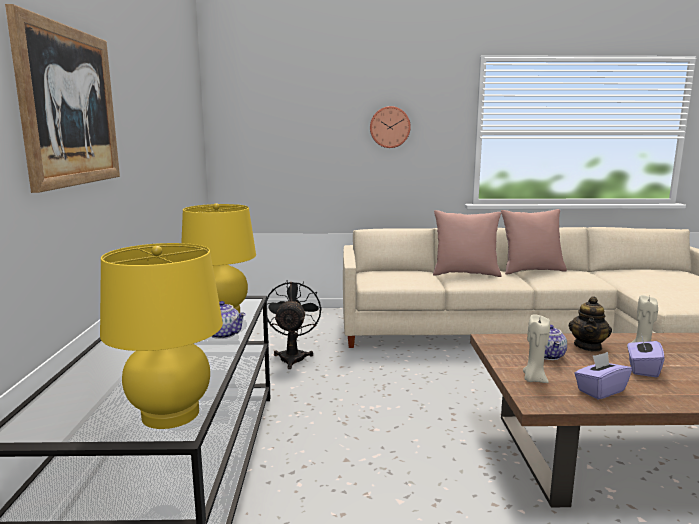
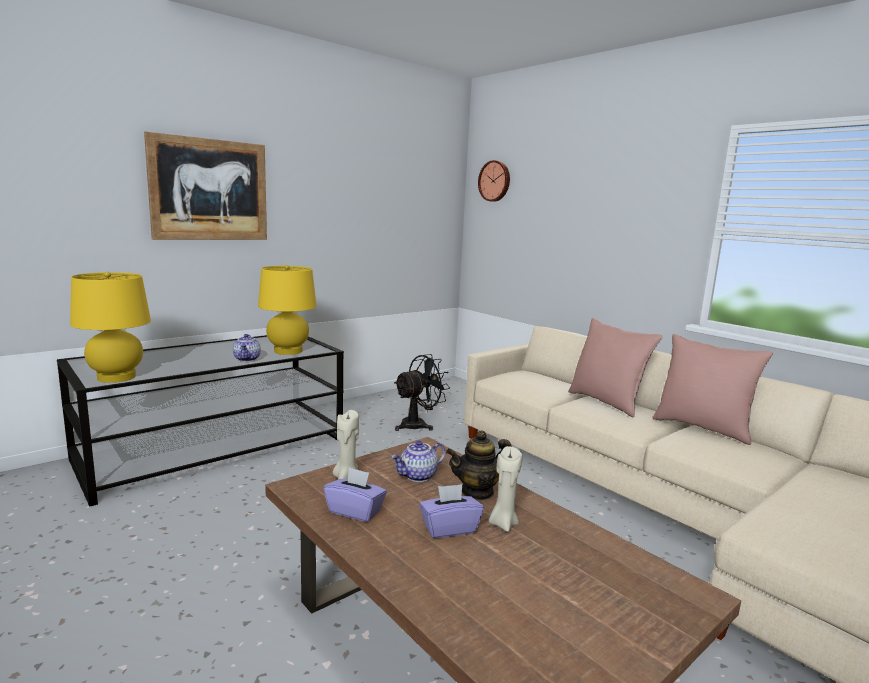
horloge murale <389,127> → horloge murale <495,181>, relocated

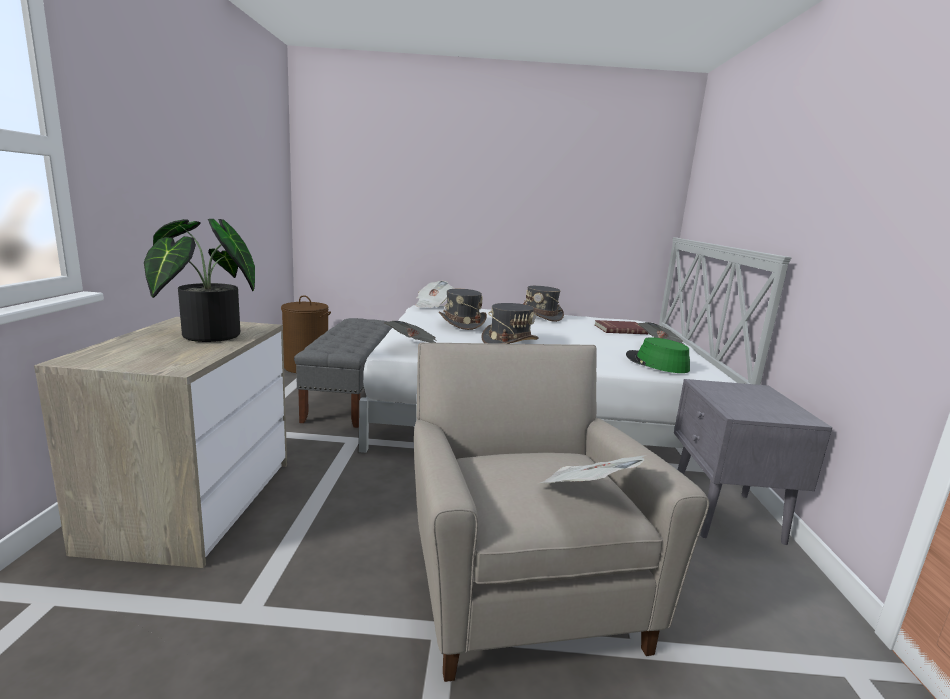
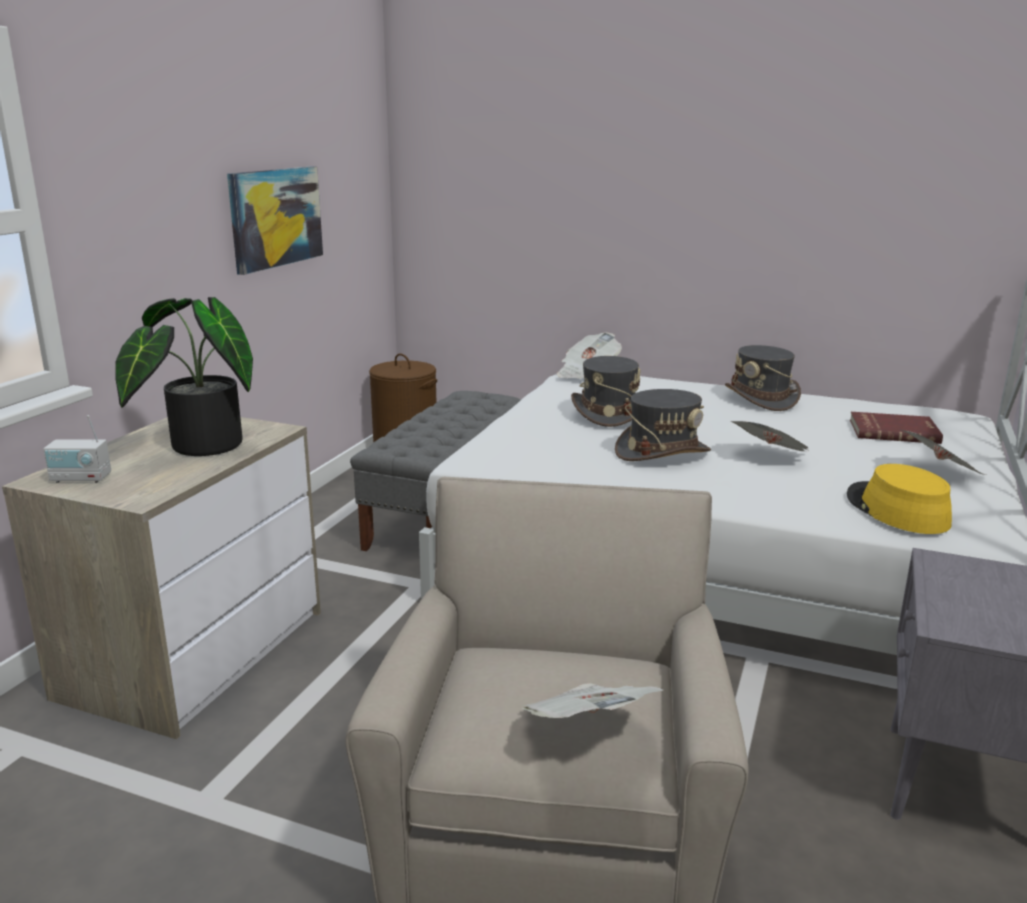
- → radio <81,478>
- → tableau <275,217>
journal <413,346> → journal <771,457>, relocated
chapeau/vert <656,363> → chapeau/jaune <896,510>

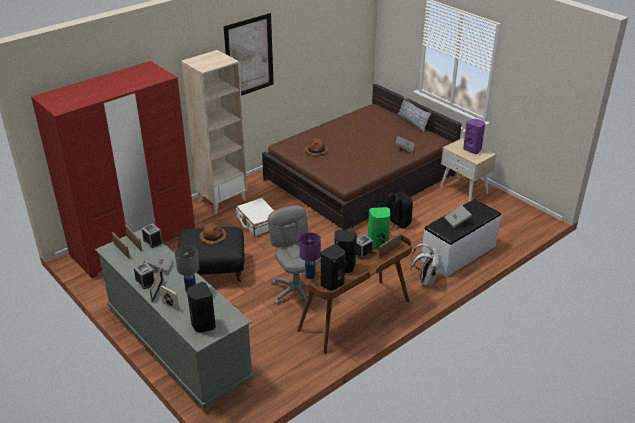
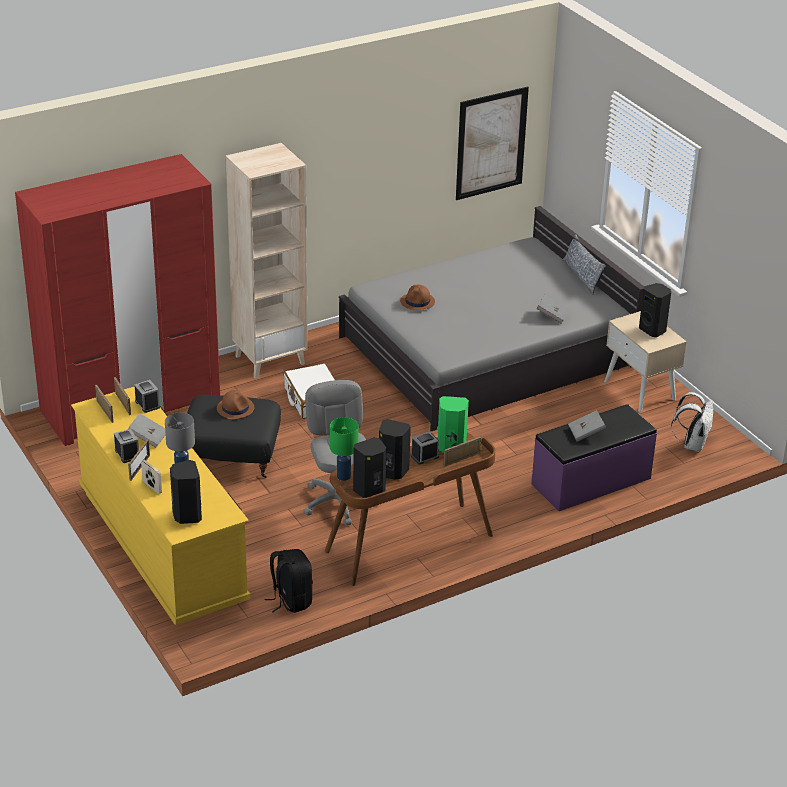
commode/gris <178,343> → commode/jaune <162,545>
sac à dos/noir <397,223> → sac à dos/noir <290,600>, relocated
lampe de table/violet <310,276> → lampe de table/vert <343,476>
lit/marron <360,177> → lit/gris <487,351>
tableau <249,56> → tableau <491,143>, relocated
banc/blanc <459,253> → banc/violet <591,482>
enceinte/violet <472,149> → enceinte/noir <653,330>
sac à dos/blanc <425,280> → sac à dos/blanc <692,444>, relocated

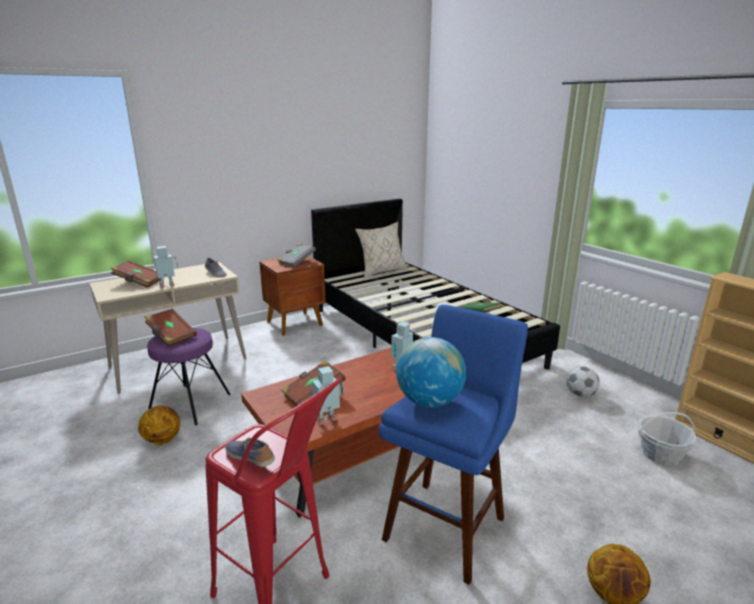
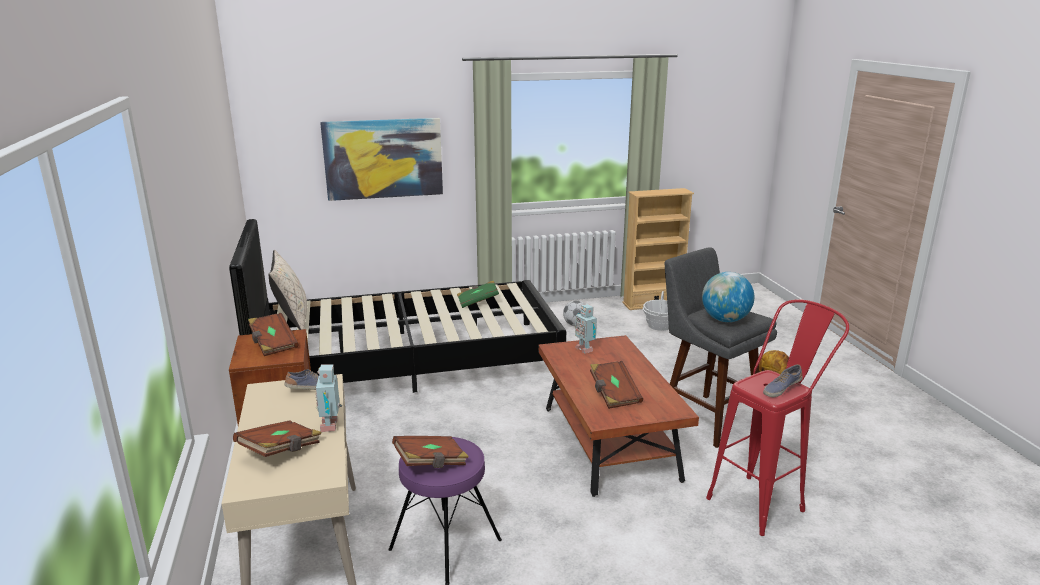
livre/gris <296,262> → livre/marron <273,344>
- → tableau <383,158>
tabouret/bleu <447,524> → tabouret/gris <706,417>
ballon de basket <162,440> → -
robot jouet <327,420> → -

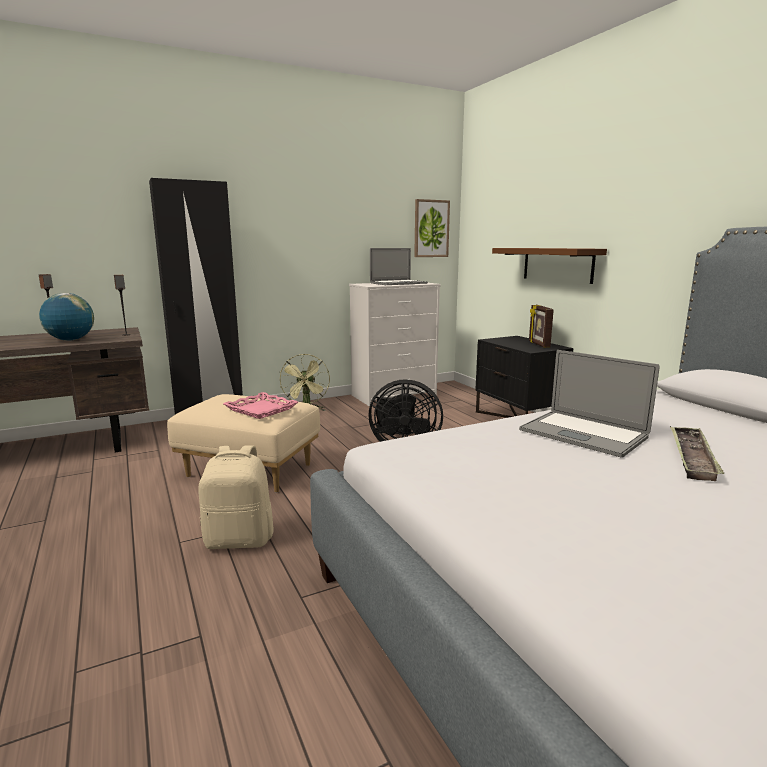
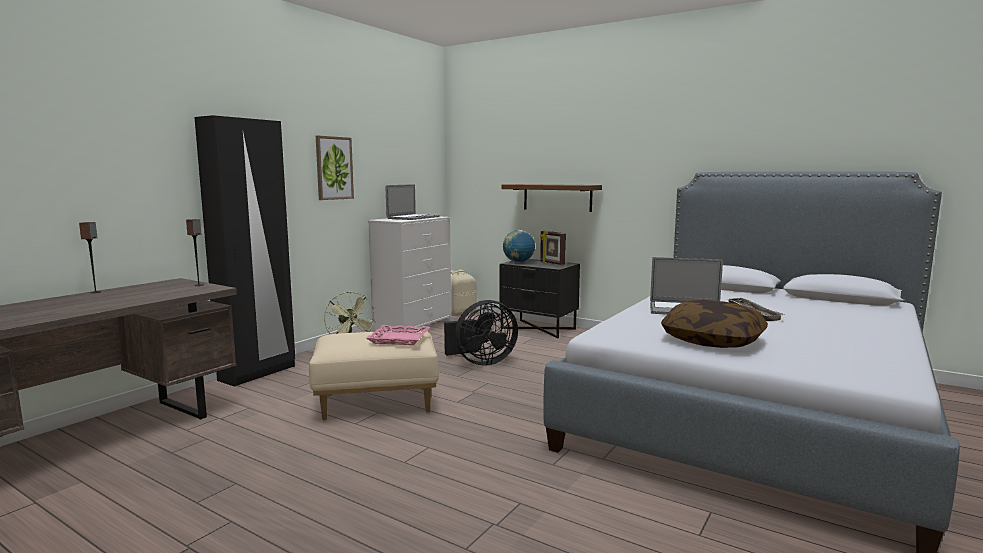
tableau <431,228> → tableau <334,168>, relocated
sac à dos/beige <239,539> → sac à dos/beige <460,313>, relocated
globe <71,340> → globe <518,262>, relocated
- → coussin <713,341>

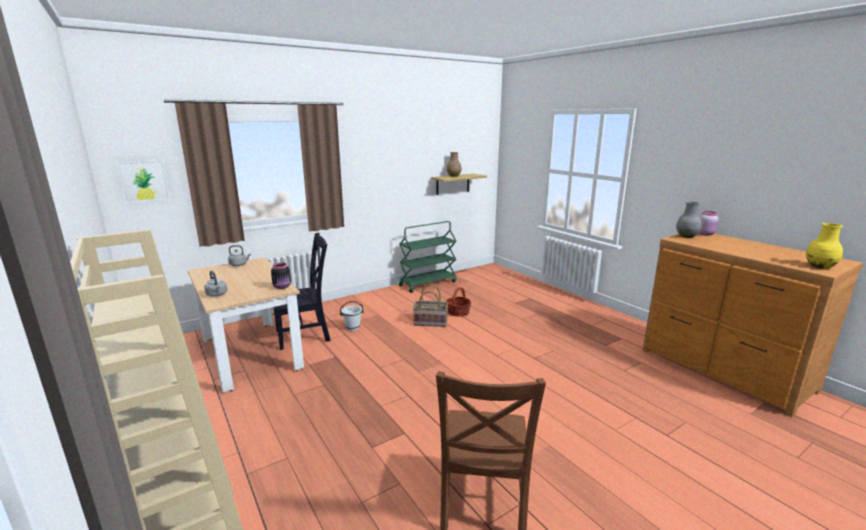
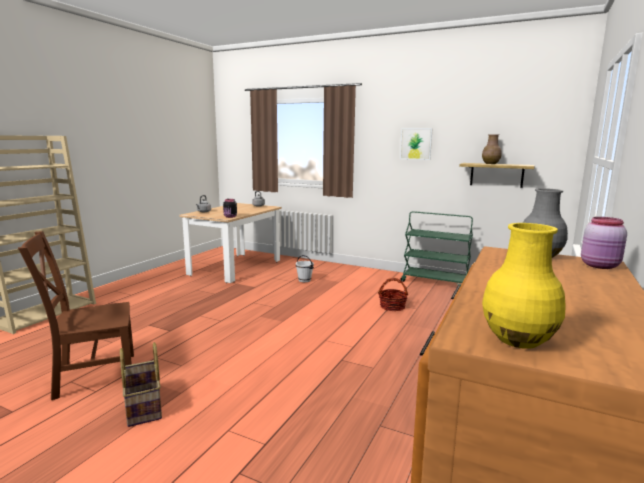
panier <430,322> → panier <144,406>, relocated
tableau <144,181> → tableau <416,144>, relocated
chaise/noir <305,335> → -

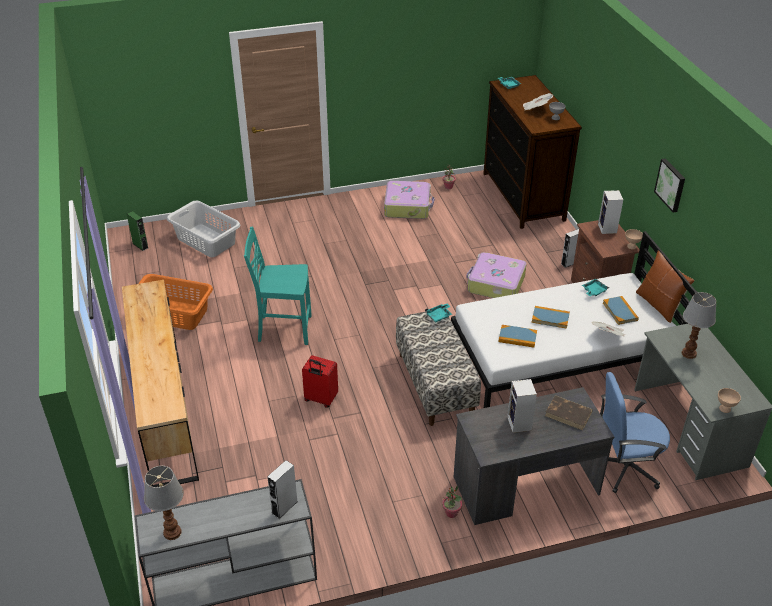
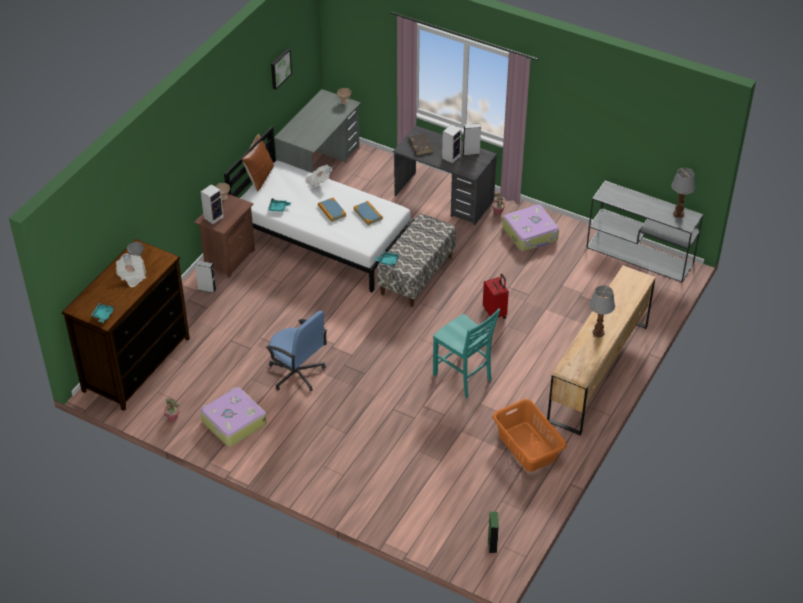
chaise de bureau/bleu <624,466> → chaise de bureau/bleu <297,374>, relocated
tableau <671,185> → tableau <280,68>, relocated
enceinte/gris <284,507> → enceinte/gris <471,152>, relocated
valise <495,284> → valise <530,234>, relocated
lampe de table <688,354> → lampe de table <598,332>, relocated
panier à linge/gris <206,240> → -
livre <620,311> → -

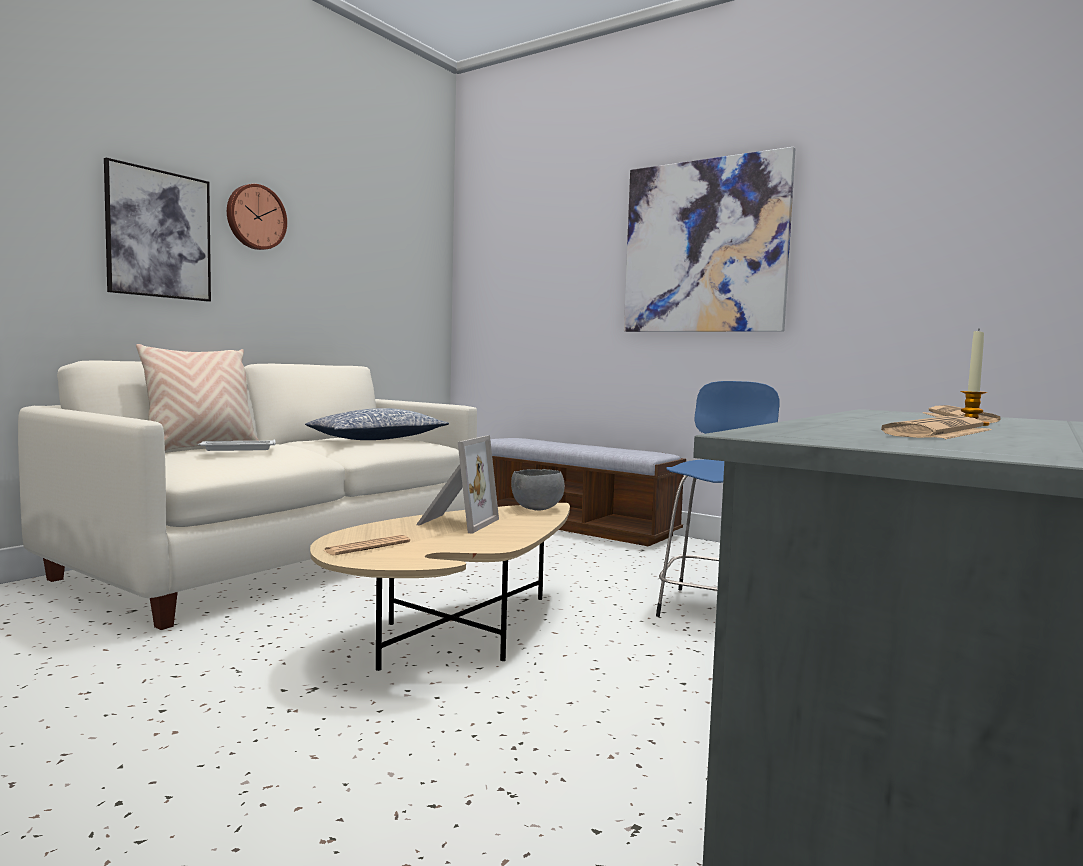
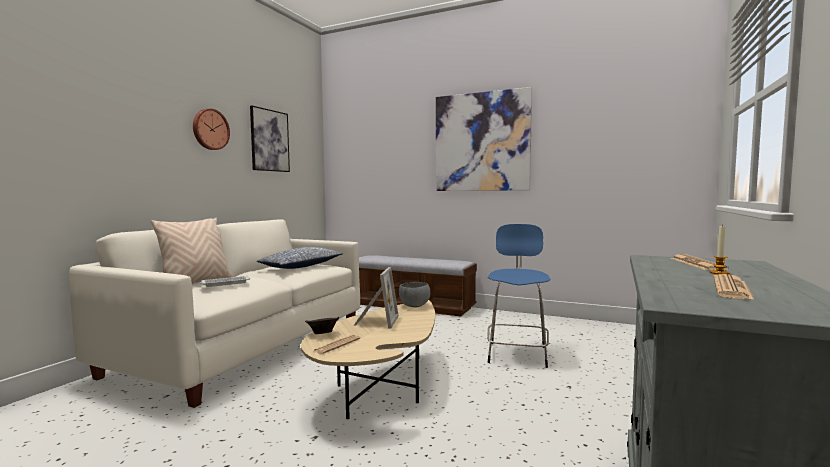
tableau <159,234> → tableau <269,140>, relocated
- → bol/marron <322,334>

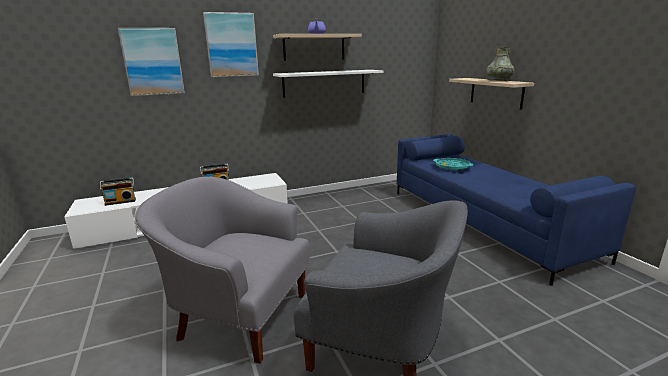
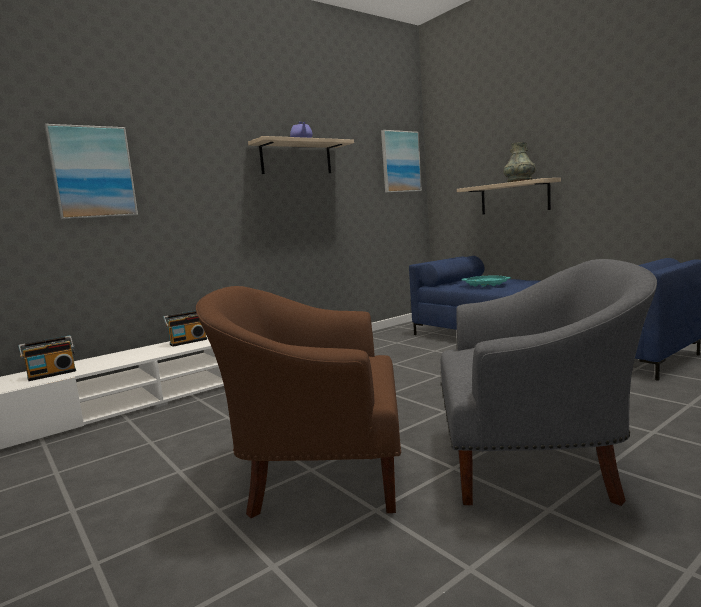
fauteuil/gris <239,315> → fauteuil/marron <318,474>
tableau <231,45> → tableau <400,162>, relocated
étagère/blanc <324,83> → -

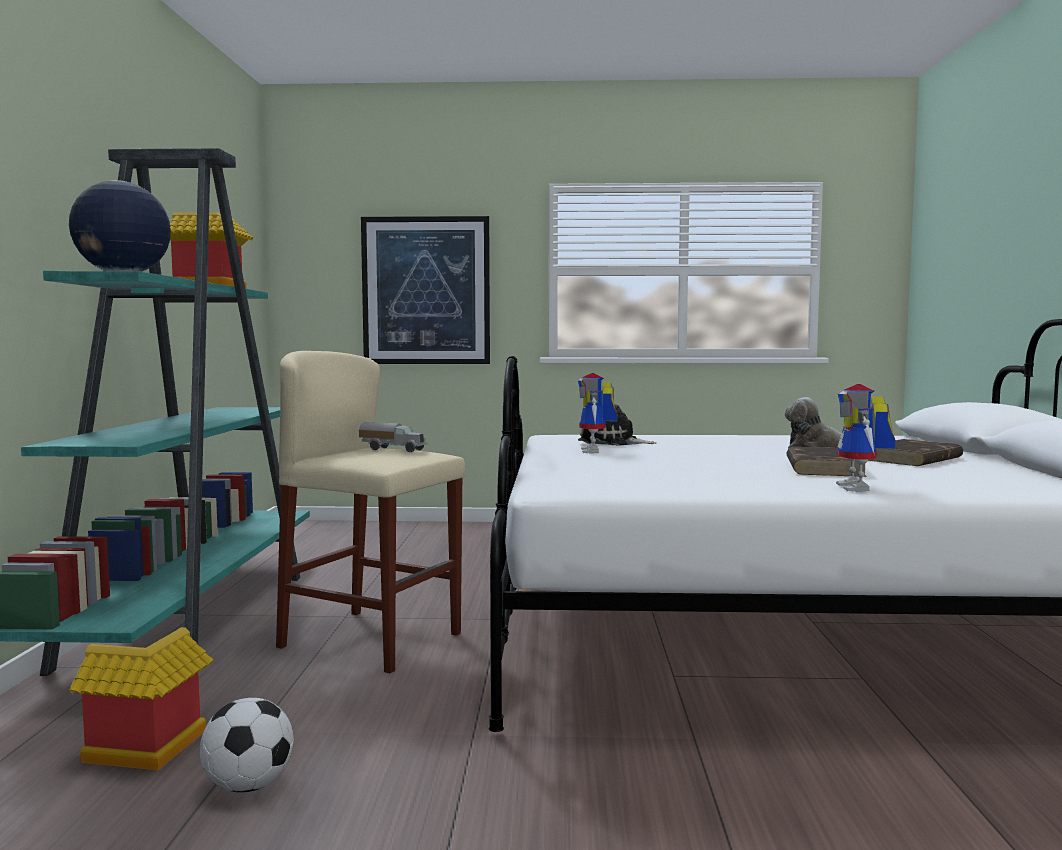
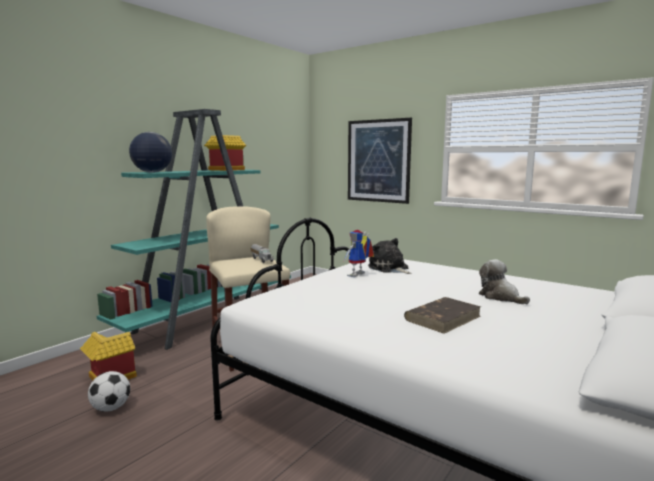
robot jouet <861,488> → -
livre/marron <912,459> → -

